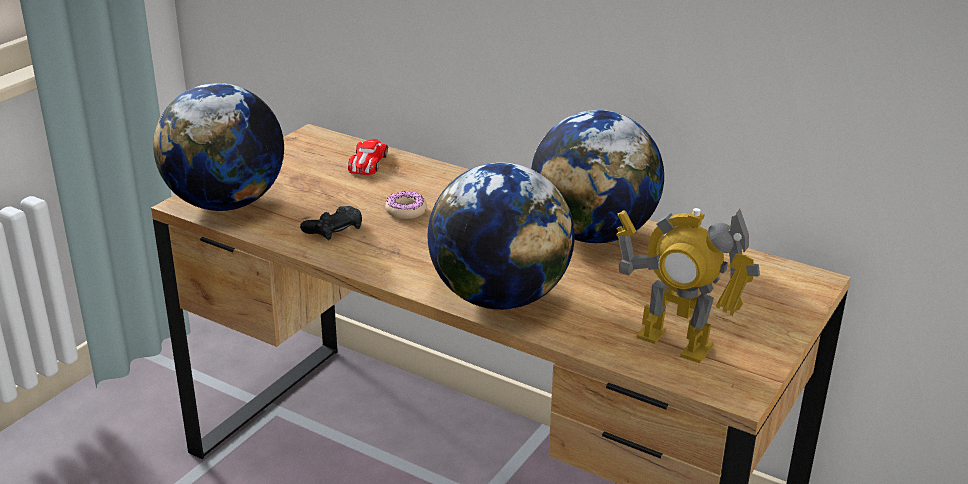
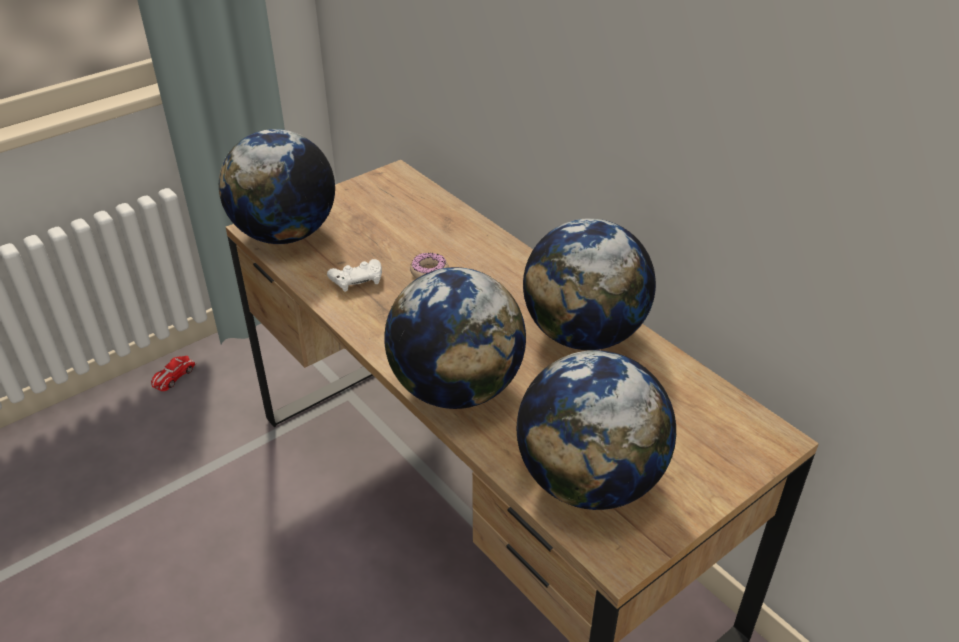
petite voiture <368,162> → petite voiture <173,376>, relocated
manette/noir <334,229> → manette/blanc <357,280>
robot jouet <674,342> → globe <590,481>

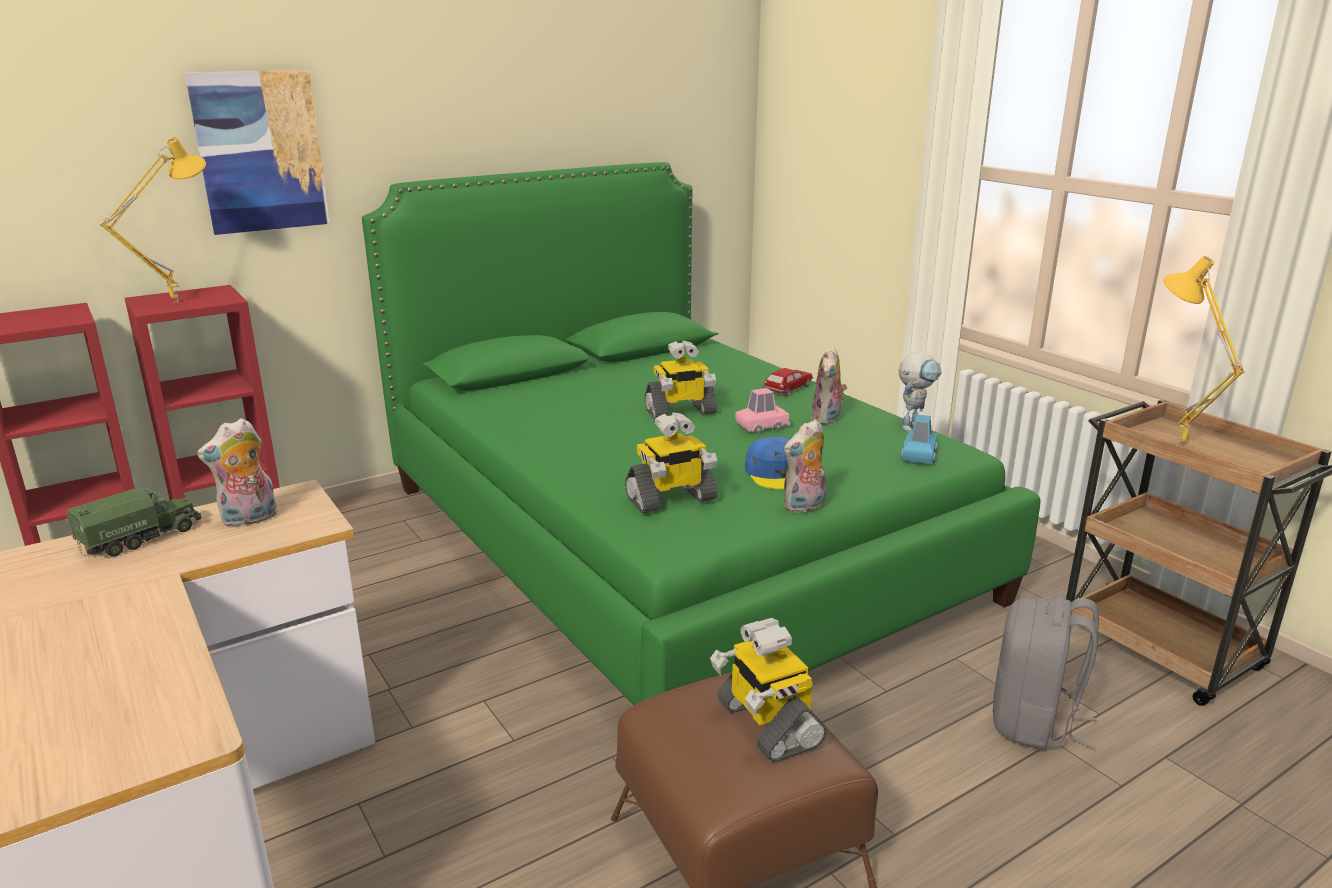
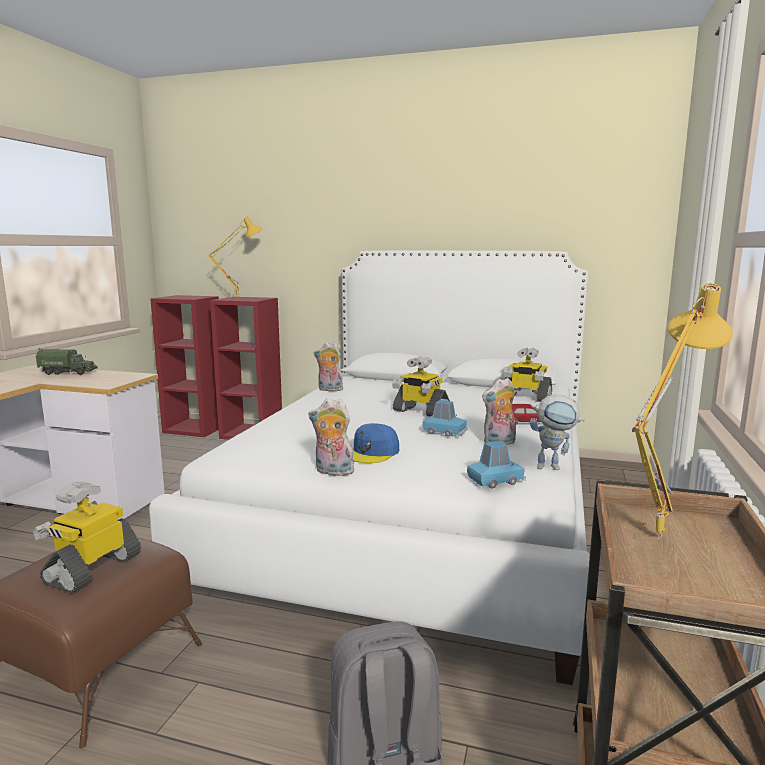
lit/vert <672,540> → lit/blanc <417,513>
peluche <249,520> → peluche <329,390>, relocated
petite voiture/rose <762,426> → petite voiture/bleu <445,432>
robot jouet <671,499> → robot jouet <525,398>, relocated
tableau <260,152> → -

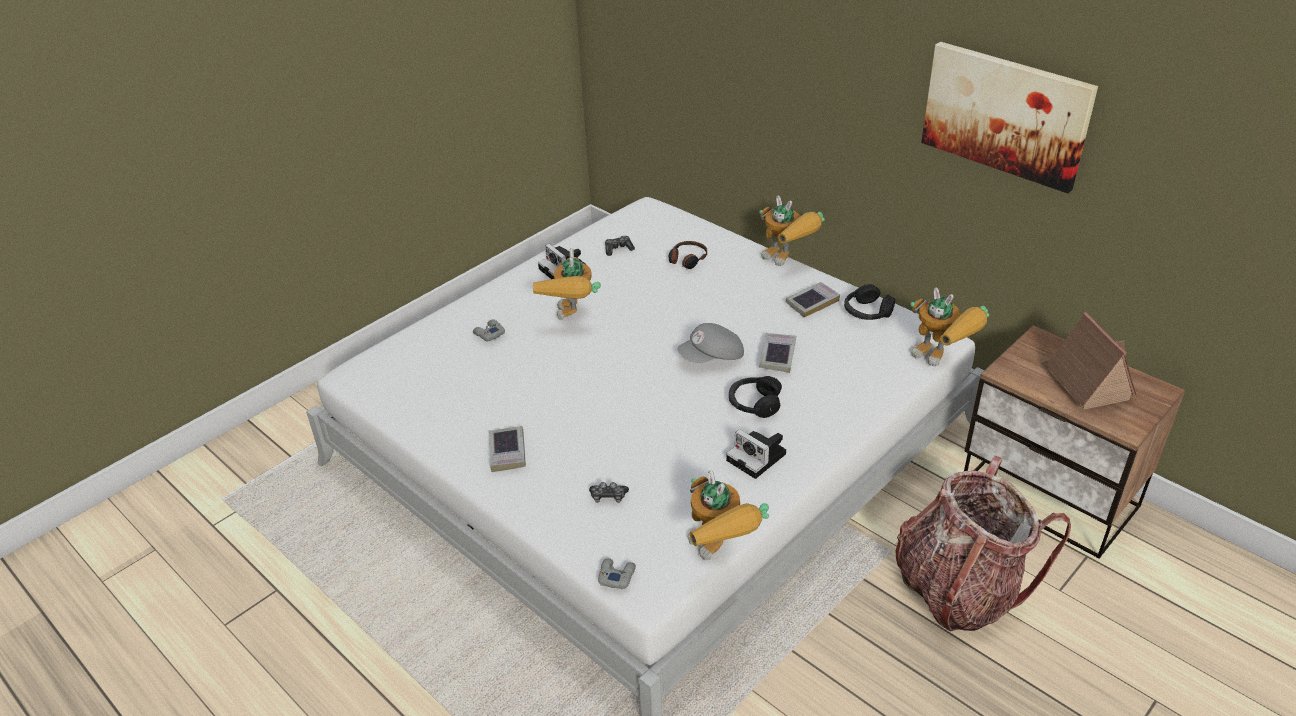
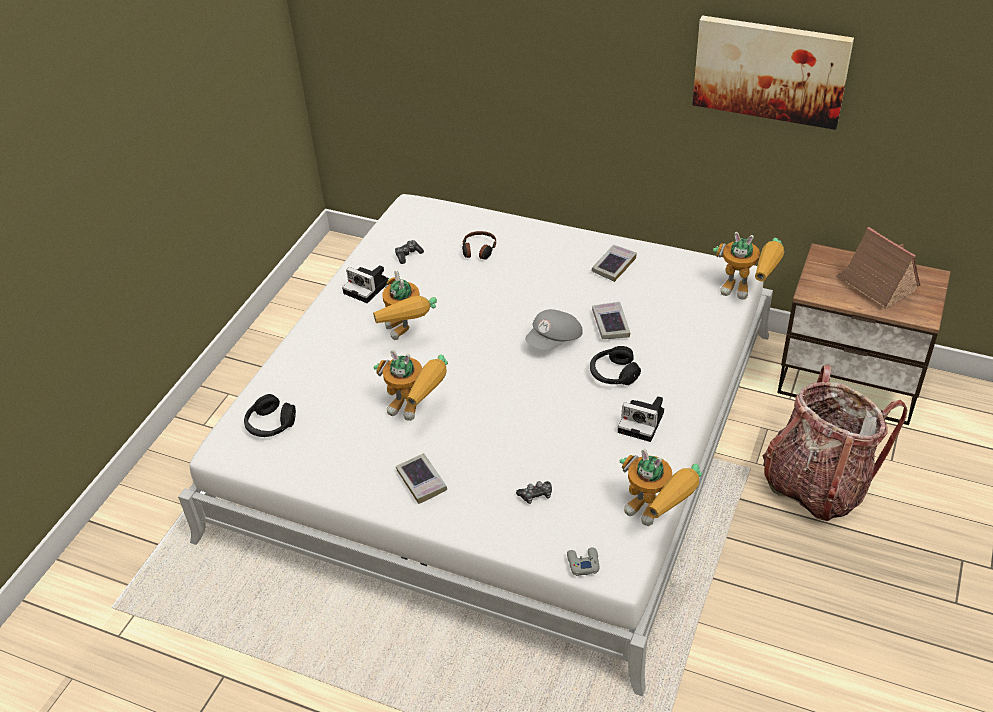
casque audio/noir <867,312> → casque audio/noir <270,424>, relocated
robot jouet <788,260> → robot jouet <417,410>, relocated
manette/gris <489,334> → -

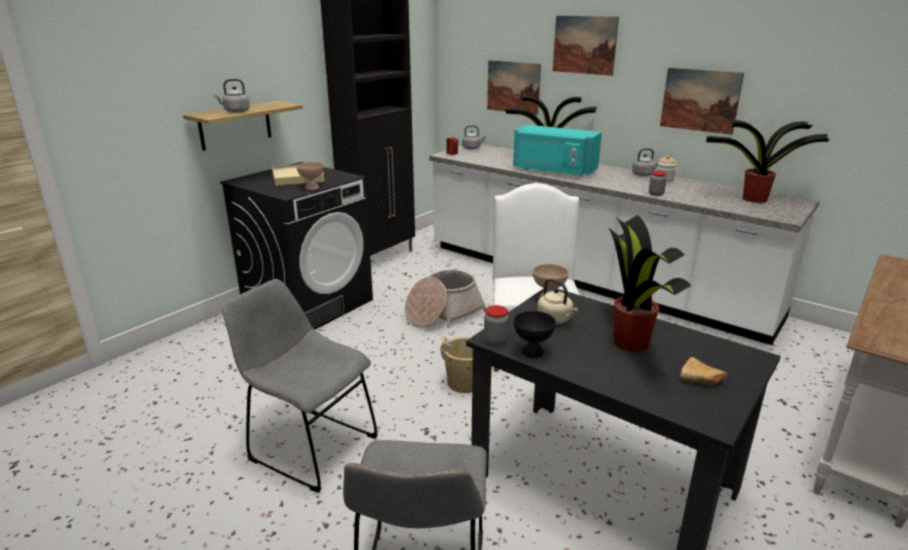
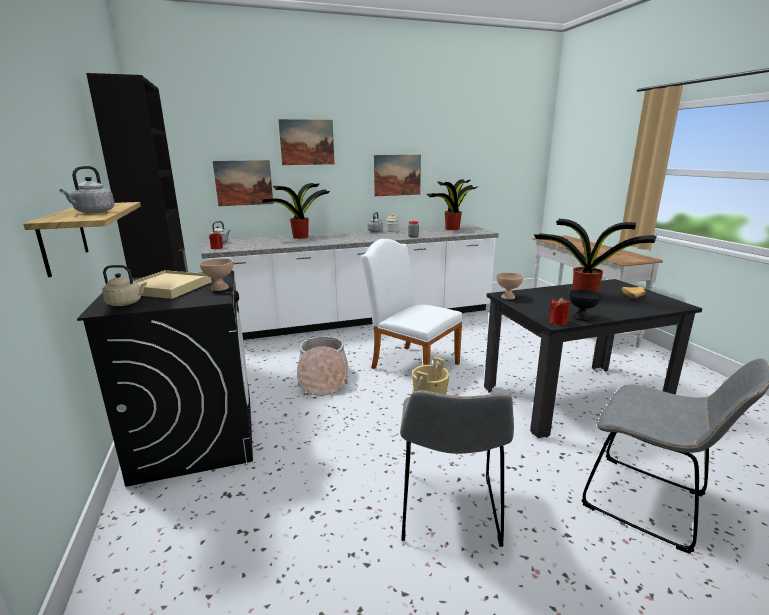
bouilloire/beige <556,320> → bouilloire/beige <126,303>, relocated
chaise/gris <309,446> → chaise/gris <449,512>, 60 degrees counterclockwise
bocal <495,340> → bougie/rouge <558,322>
micro-ondes/turquoise <553,171> → -

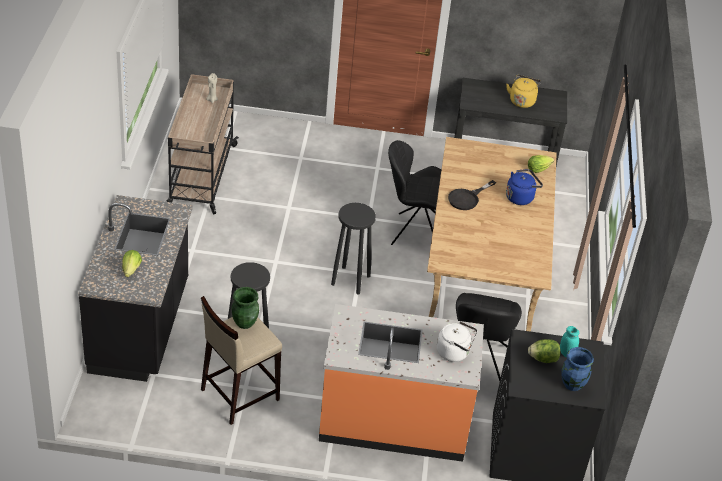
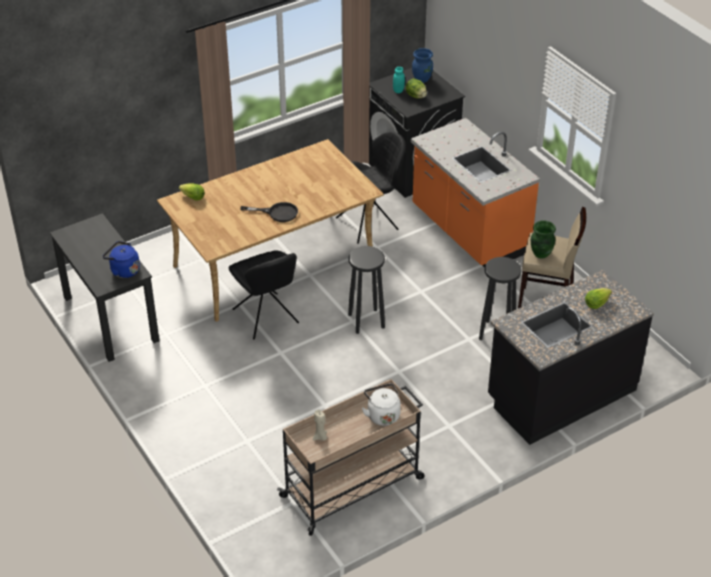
bouilloire/bleu <521,197> → bouilloire/bleu <123,270>, relocated
bouilloire/blanc <455,352> → bouilloire/blanc <382,415>, relocated
bouilloire/jaune <522,100> → -

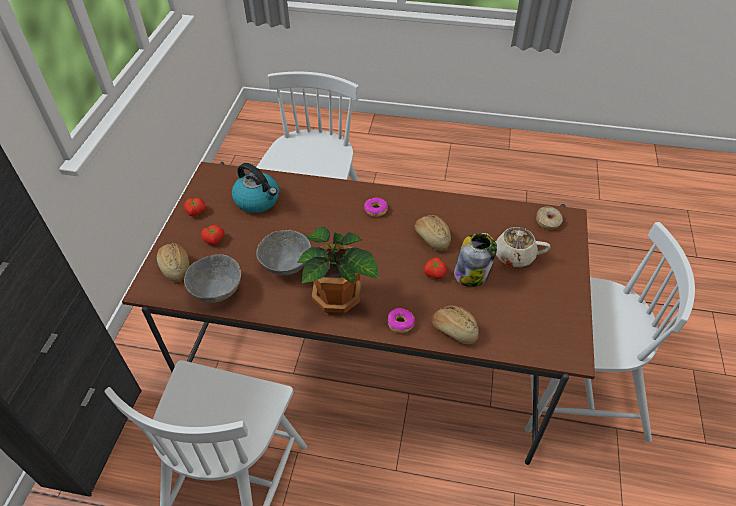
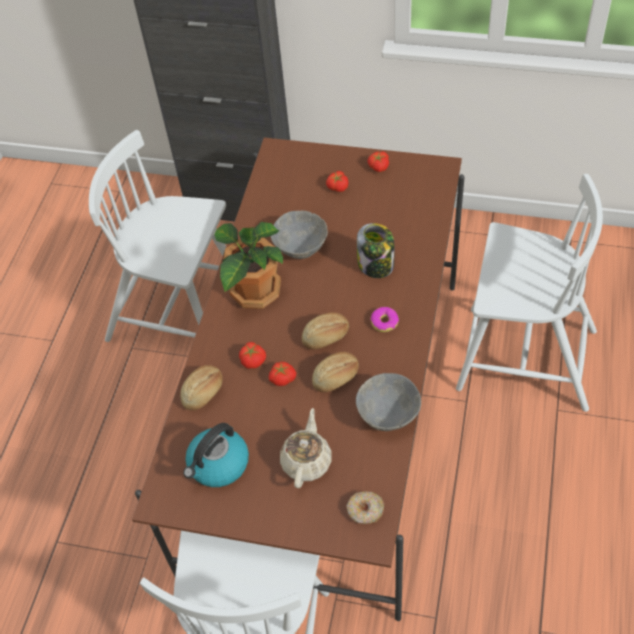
bouilloire <258,200> → bouilloire <218,465>, relocated
- → tomate <253,360>
pain <175,267> → pain <326,337>, relocated
bol/gris <217,291> → bol/gris <388,414>, relocated
bocal <472,273> → bocal <376,265>, relocated
beignet <400,323> → -

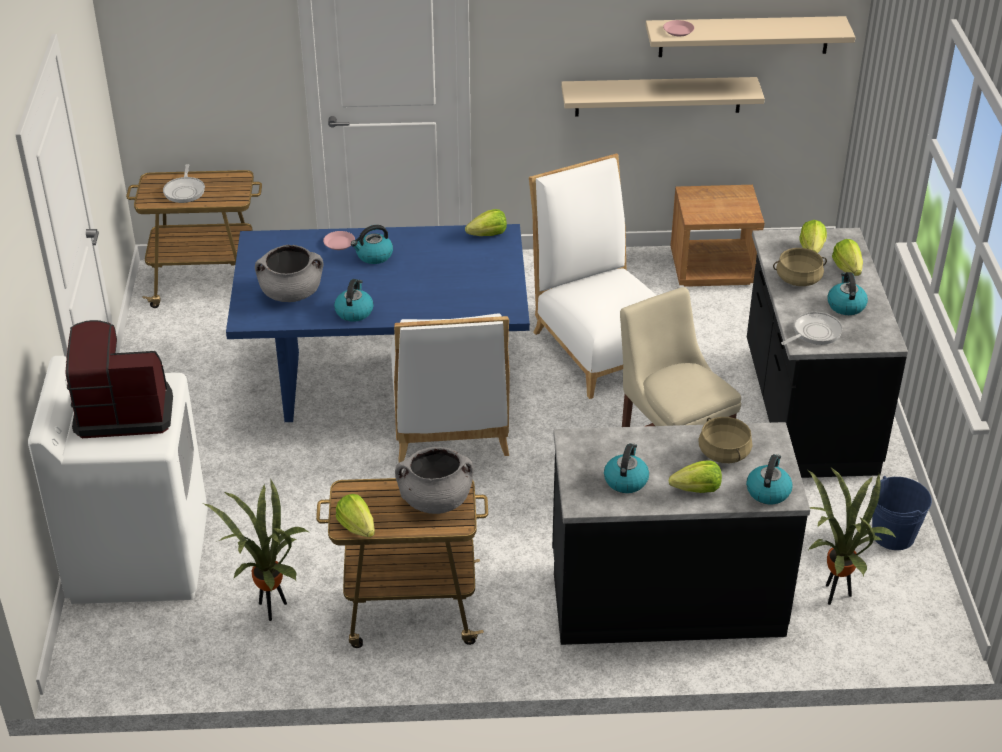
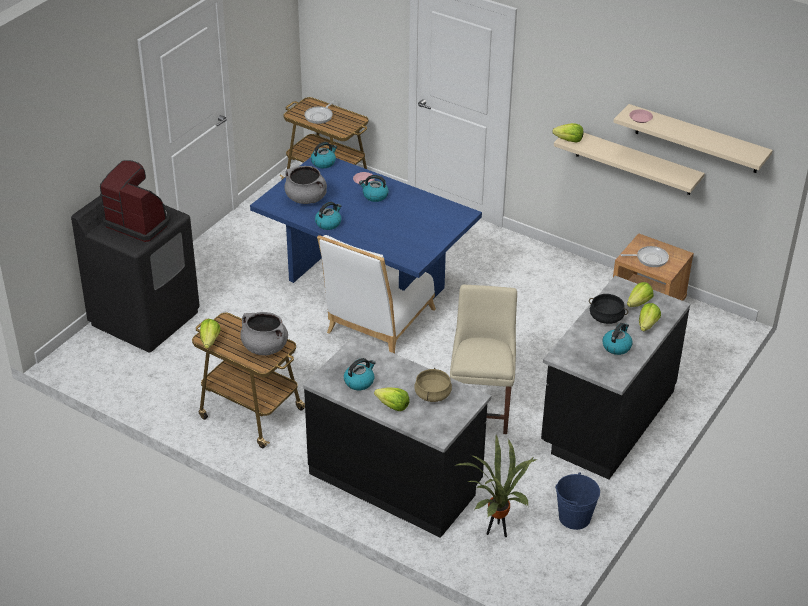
lave-linge/blanc <139,557> → lave-linge/noir <145,318>
bouilloire <768,491> → bouilloire <323,162>, relocated
laitue <488,235> → laitue <569,140>, relocated
marmite/beige <798,279> → marmite/noir <606,317>
poêle <814,333> → poêle <650,258>, relocated
plante en pot <270,610> → -
chaise/blanc <600,344> → -

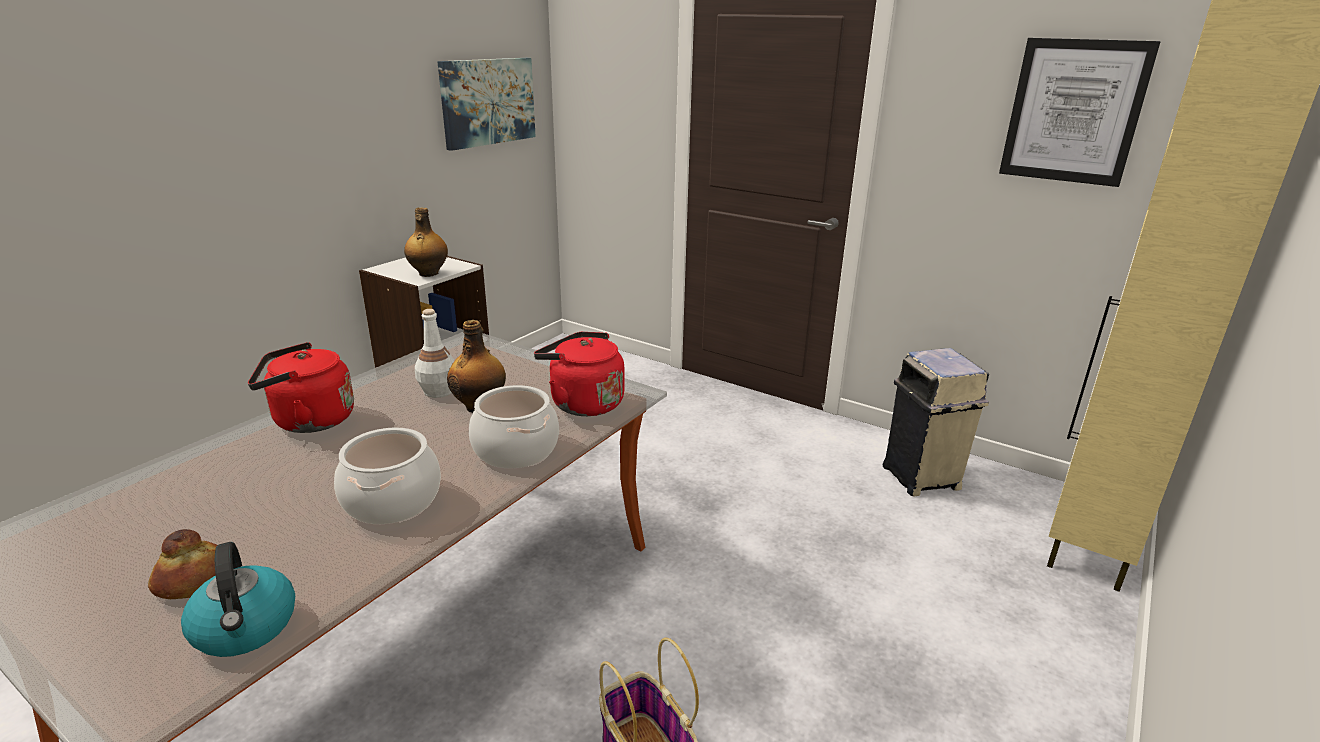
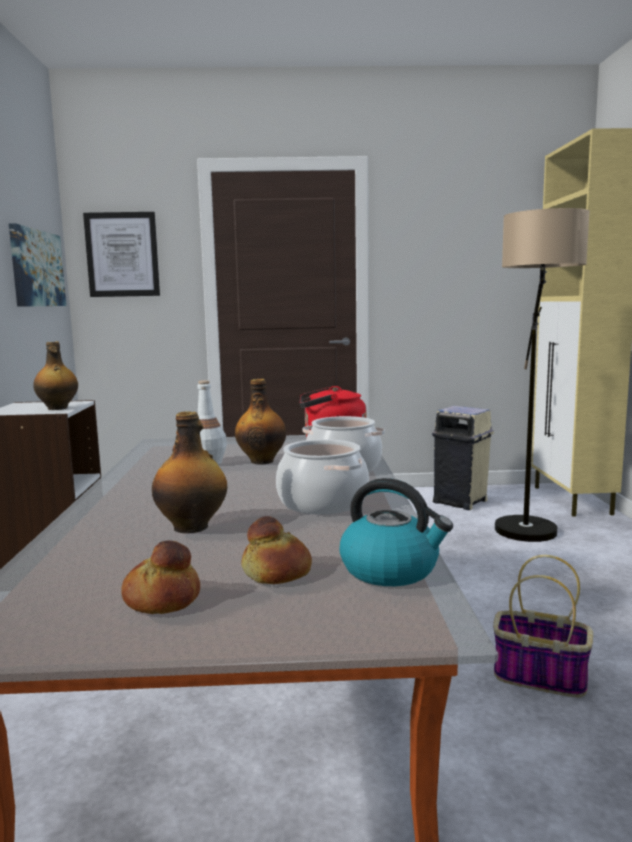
tableau <1074,112> → tableau <122,255>, relocated
- → pain <161,599>
- → bouteille <192,527>
- → lampadaire <527,539>
bouilloire/rouge <309,421> → -

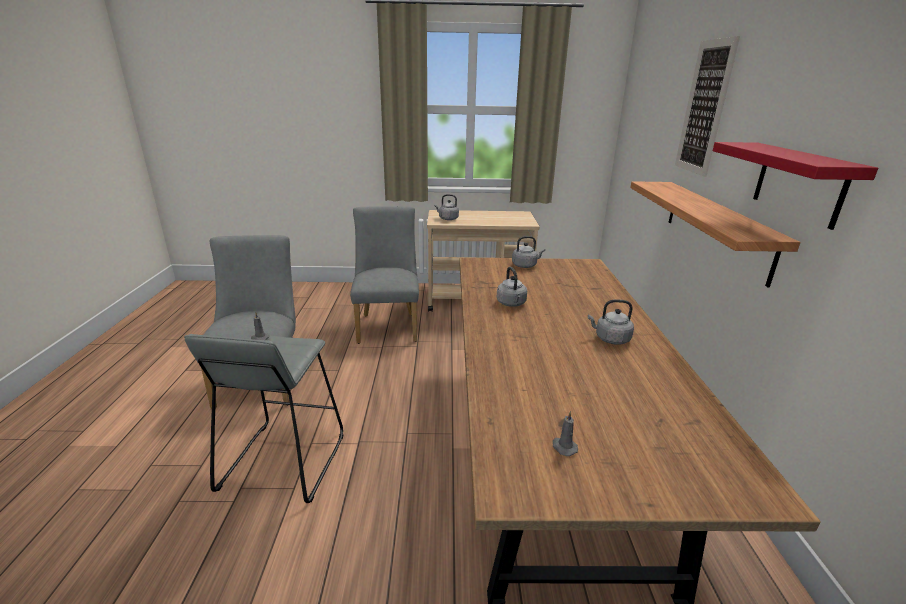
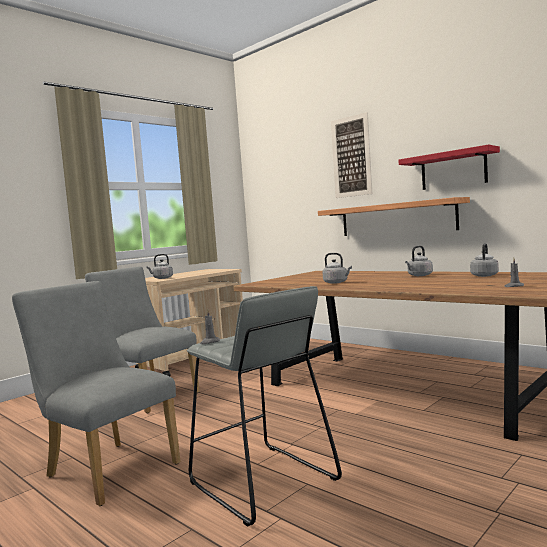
bouilloire/gris <525,265> → bouilloire/gris <484,275>, relocated

